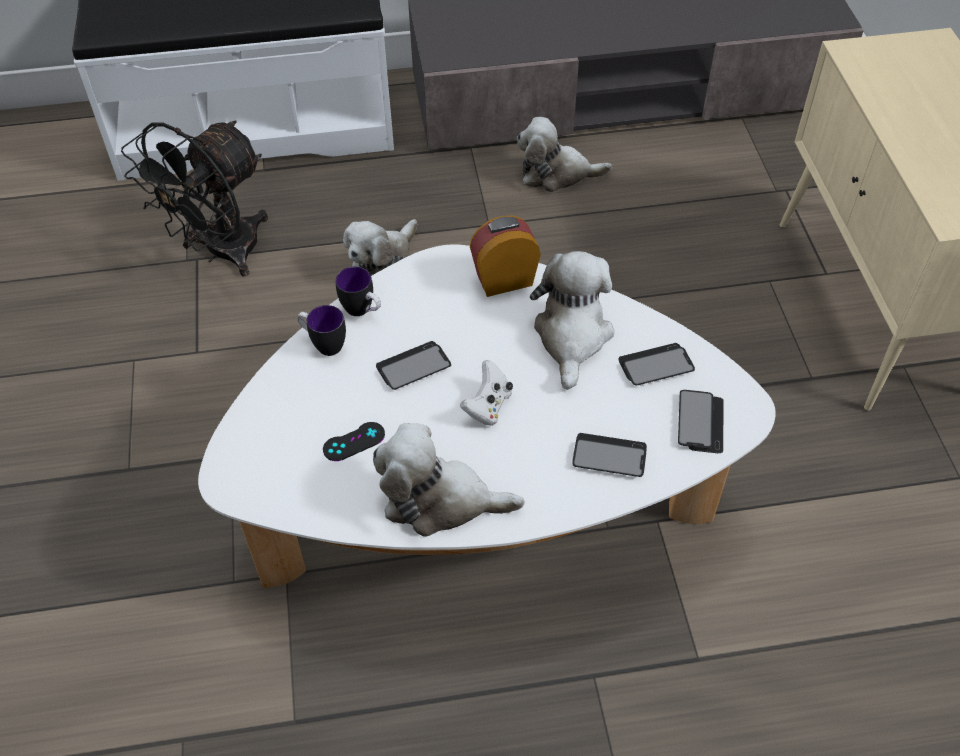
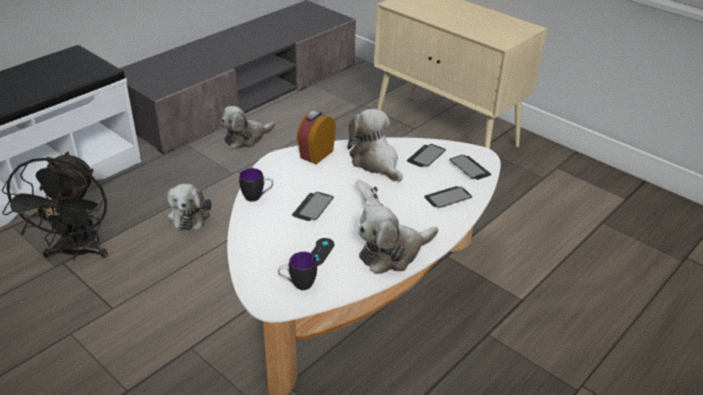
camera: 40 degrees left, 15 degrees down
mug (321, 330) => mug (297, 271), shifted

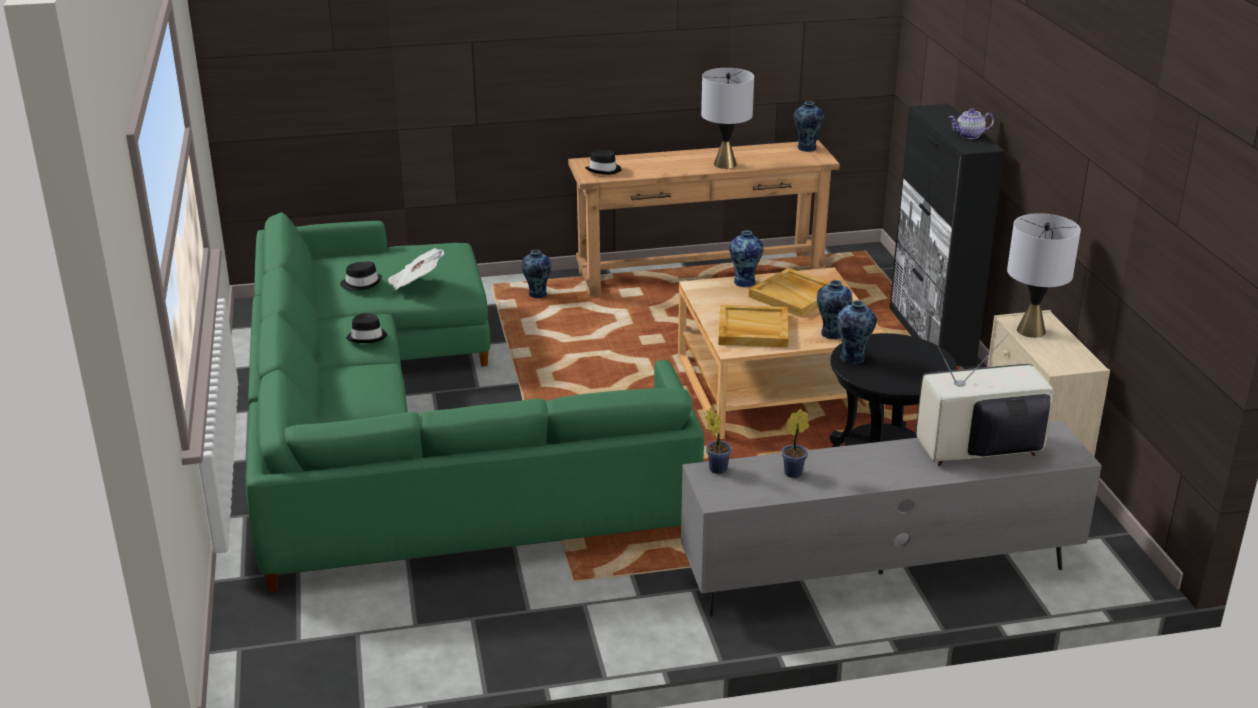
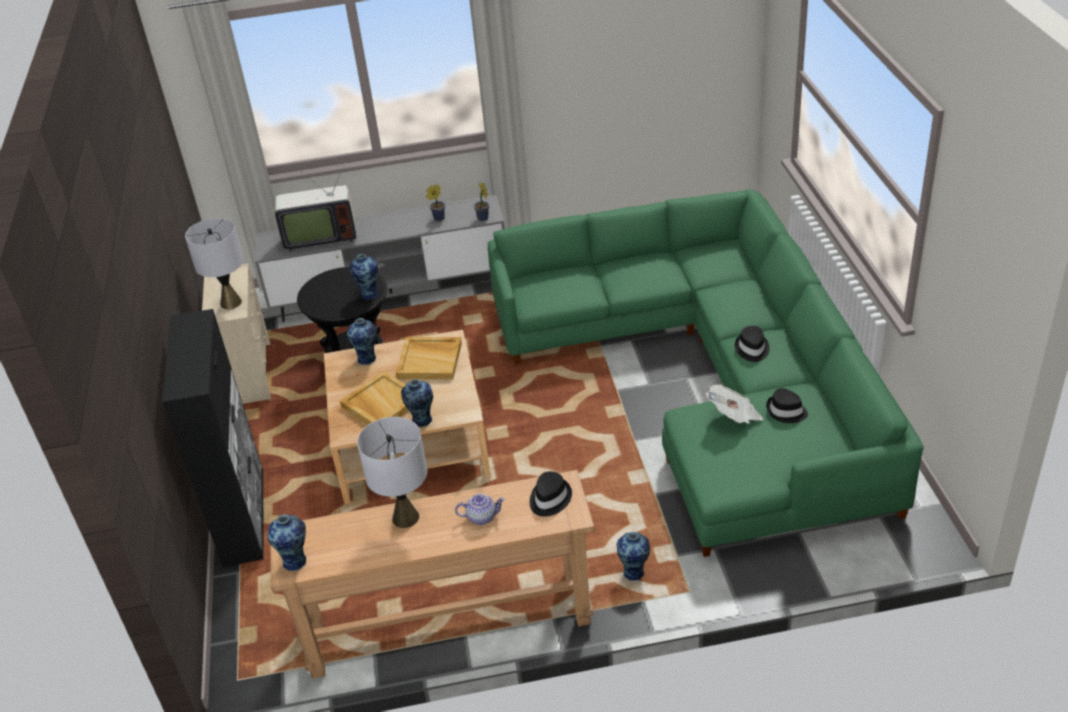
camera: 175 degrees left, 10 degrees up
teapot (971, 123) => teapot (480, 509), shifted

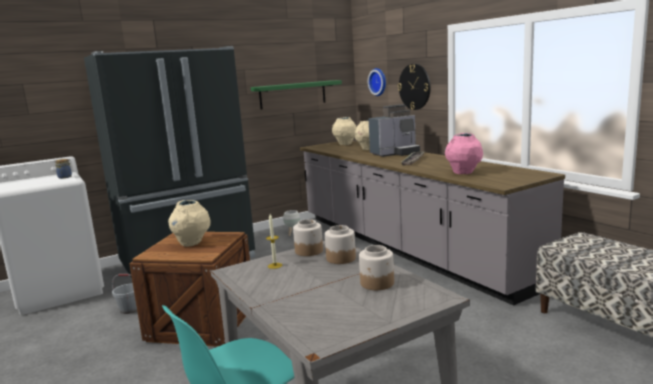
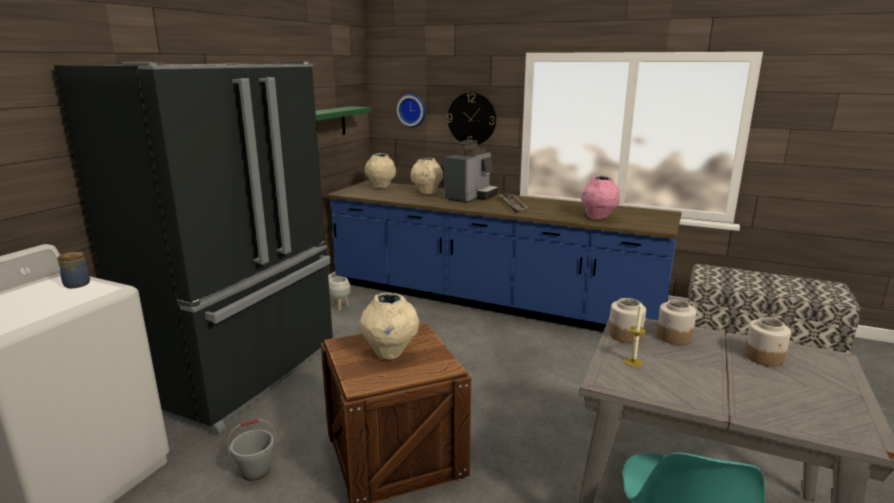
camera: 35 degrees left, 5 degrees up
counter (grey) (432, 223) => counter (blue) (504, 256)

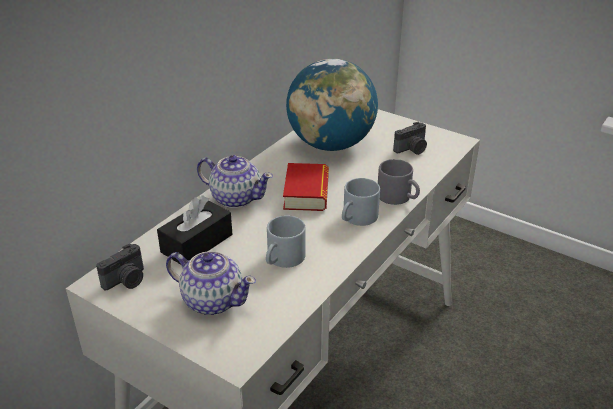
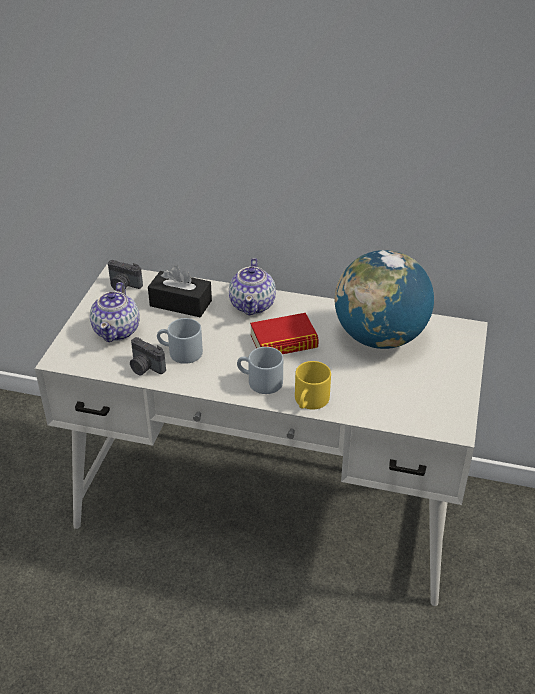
camera: 70 degrees right, 5 degrees up
photo camera (410, 138) => photo camera (148, 356), shifted
mug (grey) (399, 182) => mug (yellow) (313, 385)

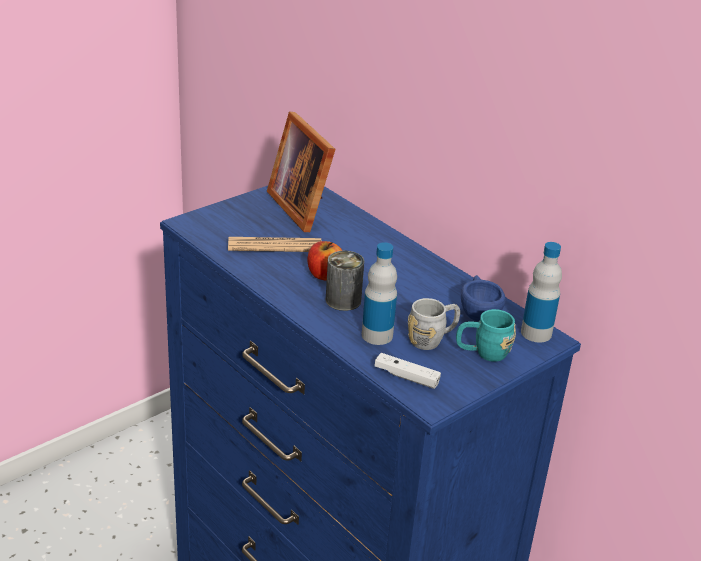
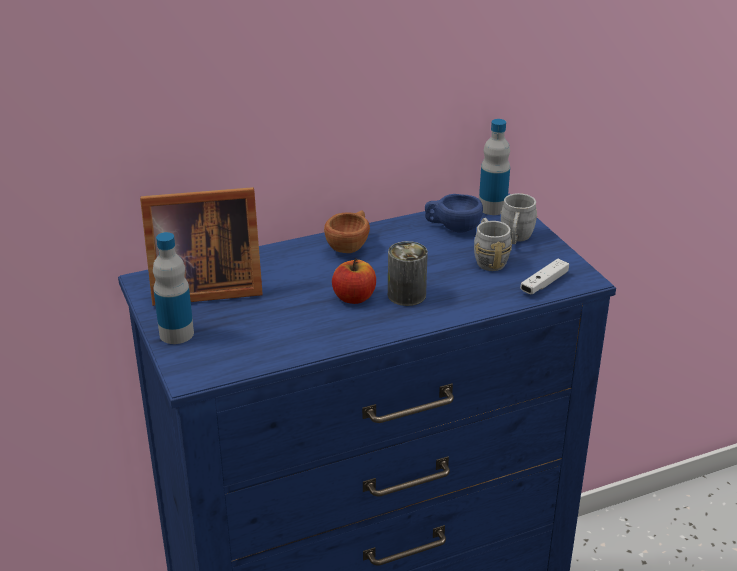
camera: 70 degrees left, 0 degrees up
newspaper (274, 244) => nothing
nothing => cup (brown) (347, 231)
bottle (379, 293) => bottle (173, 288), shifted
mug (turquoise) (486, 335) => mug (grey) (519, 218)

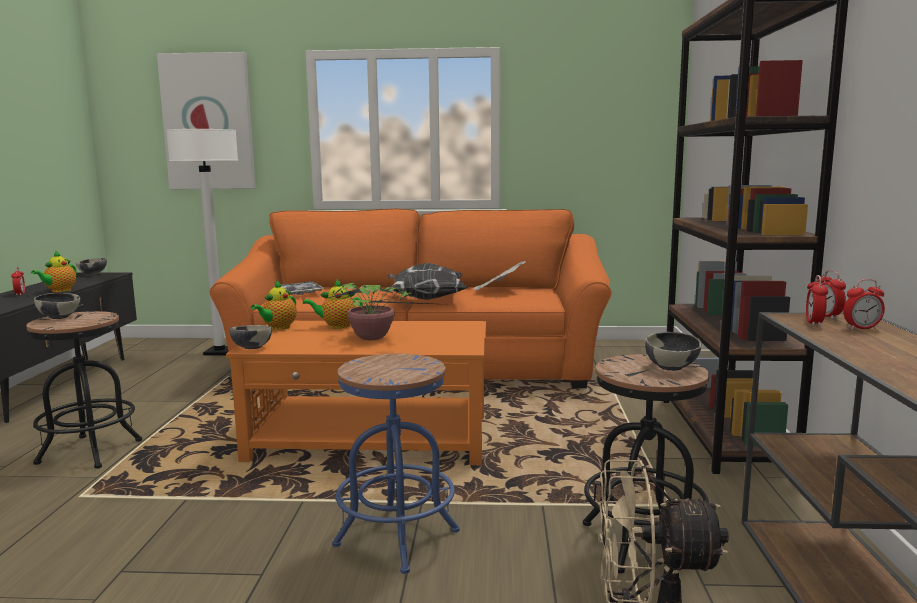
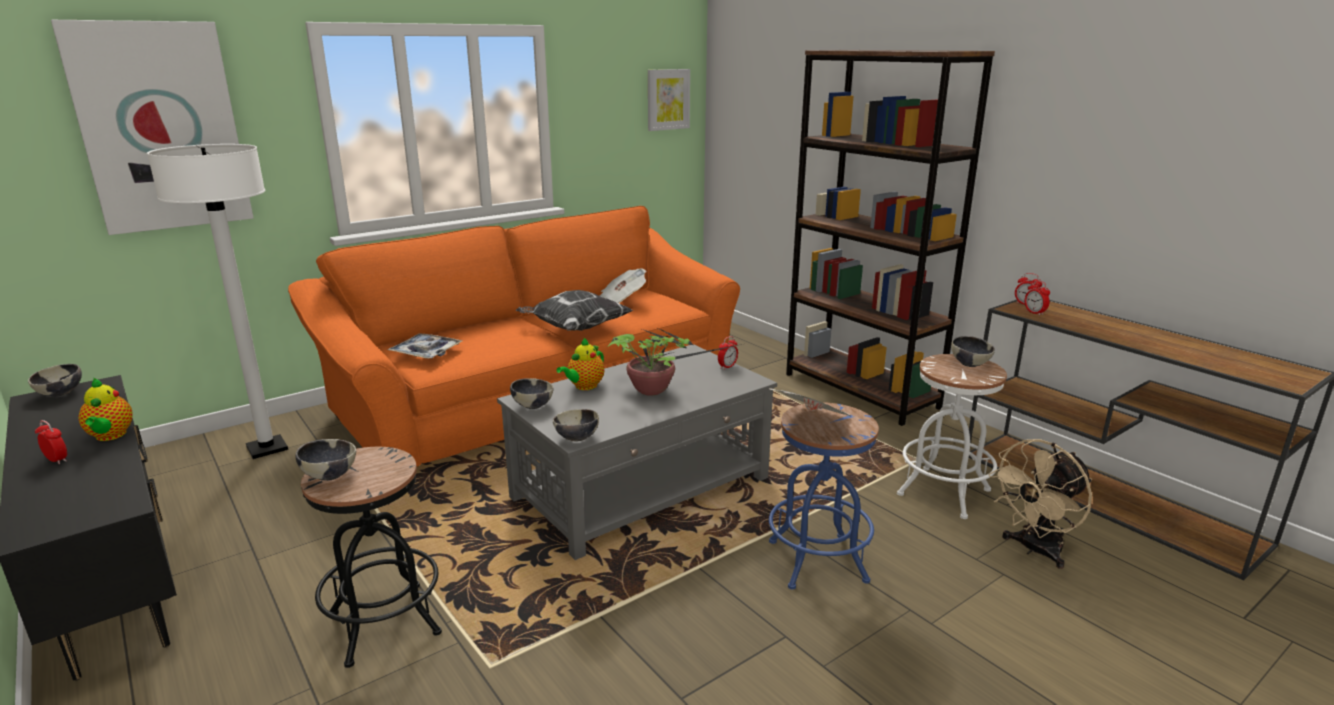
camera: 40 degrees left, 10 degrees up
nothing => picture (669, 100)
nothing => newspaper (810, 402)
alarm clock (864, 304) => alarm clock (728, 352), shifted
teapot (274, 305) => bowl (532, 393)
coffee table (orange) (356, 393) => coffee table (grey) (637, 452)
stool (black) (646, 464) => stool (white) (952, 436)

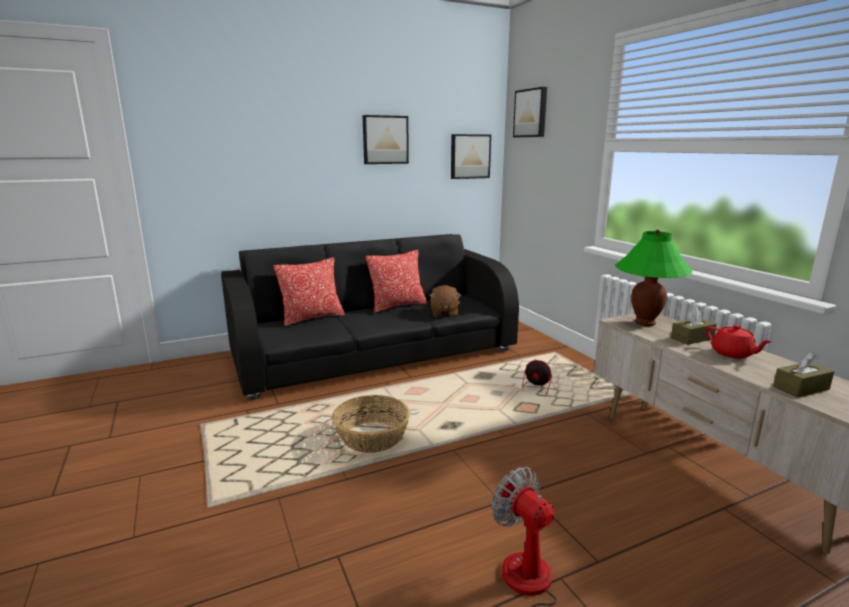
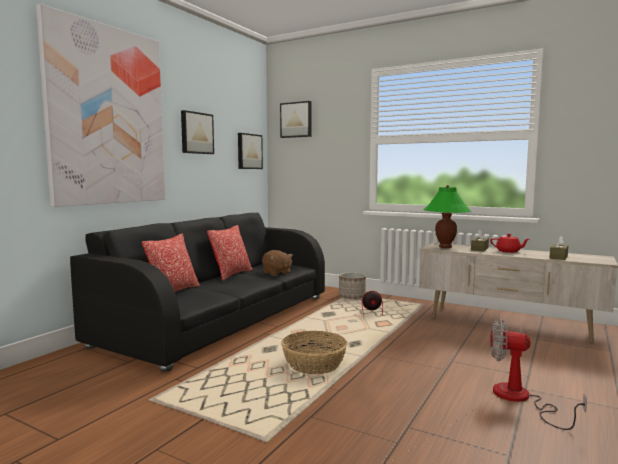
camera: 35 degrees left, 10 degrees down
nothing => picture (100, 105)
nothing => planter (352, 285)

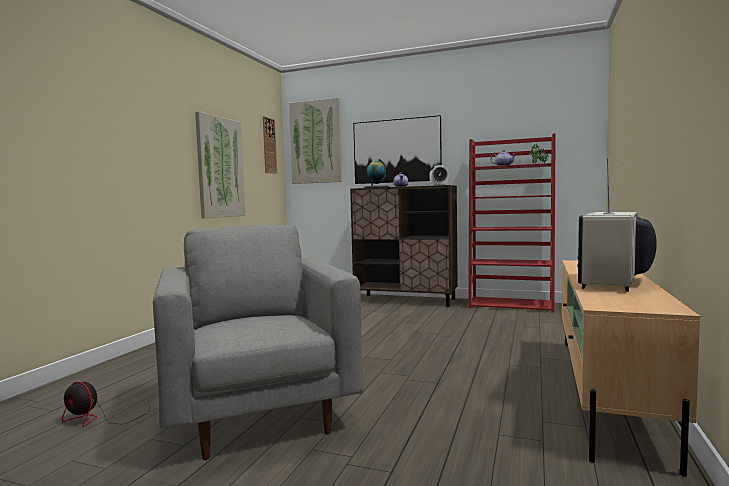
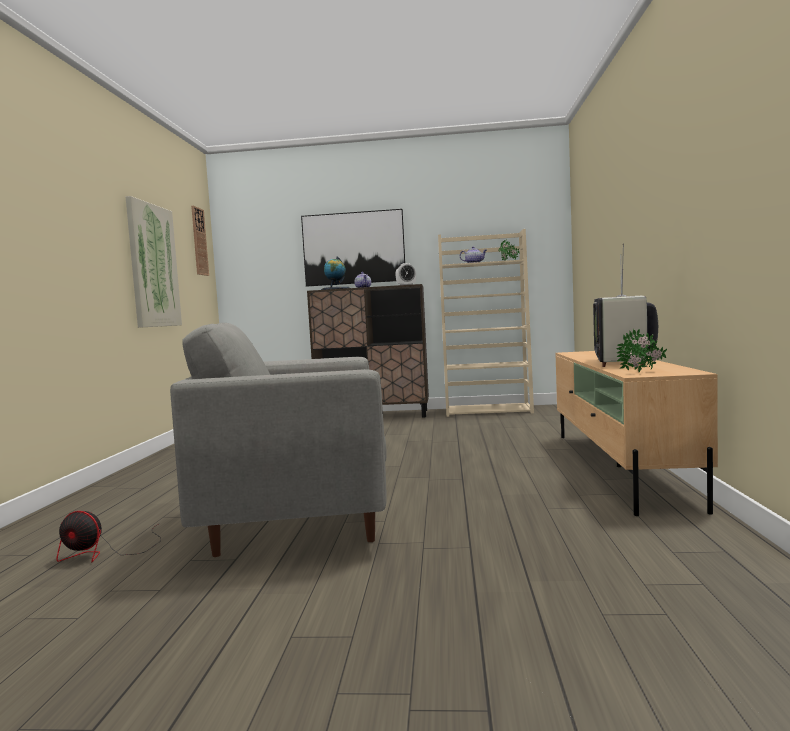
camera: 15 degrees left, 0 degrees up
picture (315, 141) => nothing
nothing => potted plant (641, 350)
bookcase (red) (512, 223) => bookcase (beige) (486, 323)
armchair (grey) (258, 342) => armchair (grey) (278, 440), 60 degrees counterclockwise

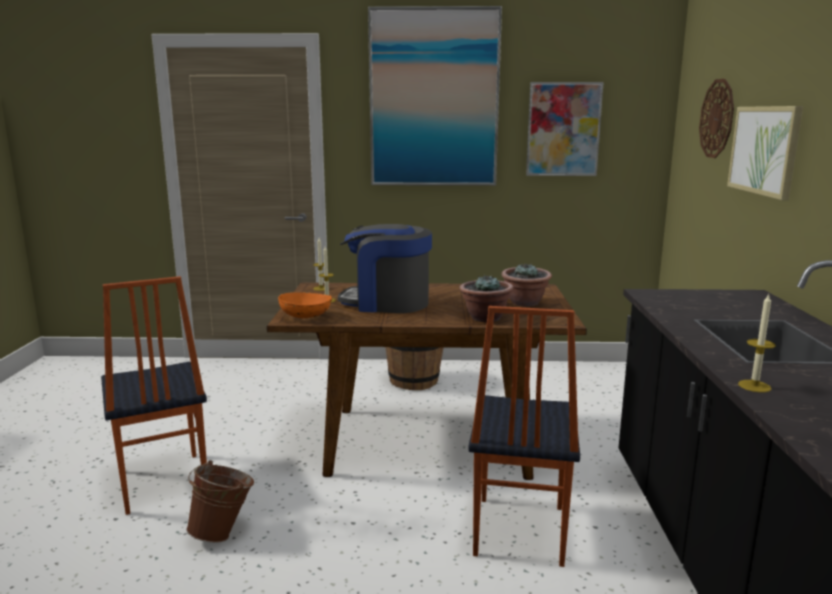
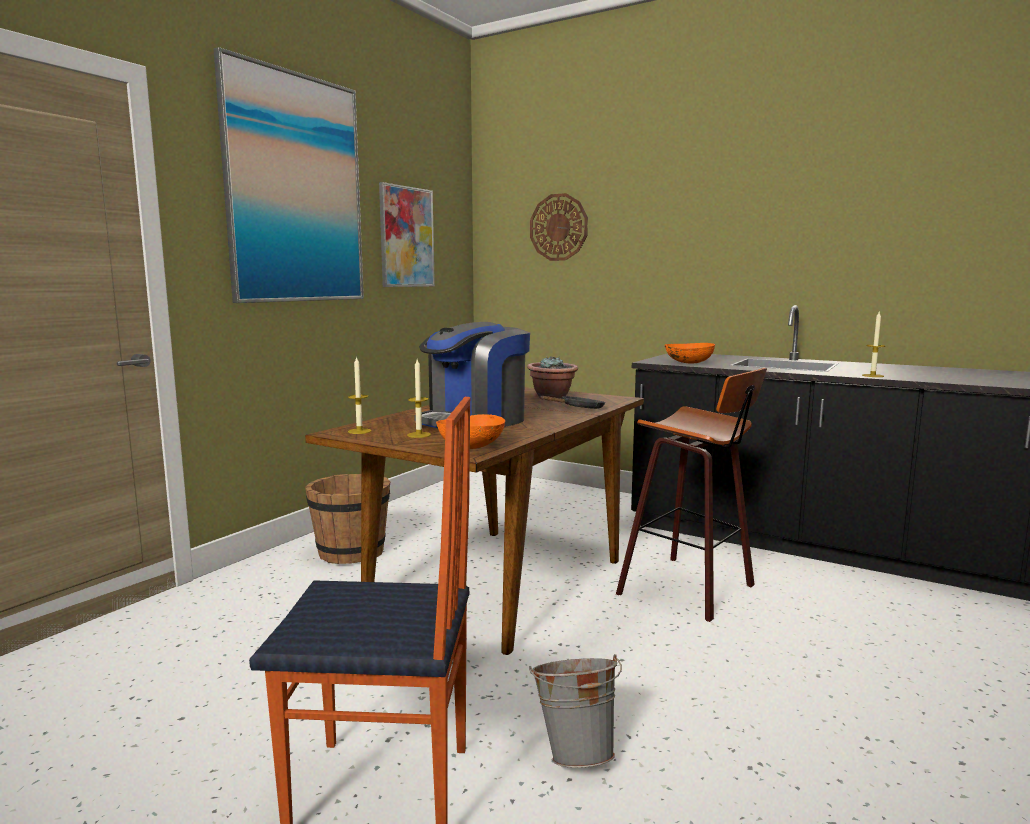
camera: 60 degrees left, 5 degrees down
picture (765, 153) => nothing
nothing => bowl (orange) (690, 353)
potted plant (486, 298) => frying pan (black) (572, 402)
chair (524, 436) => stool (691, 495)
bucket (brown) (220, 501) => bucket (grey) (575, 711)

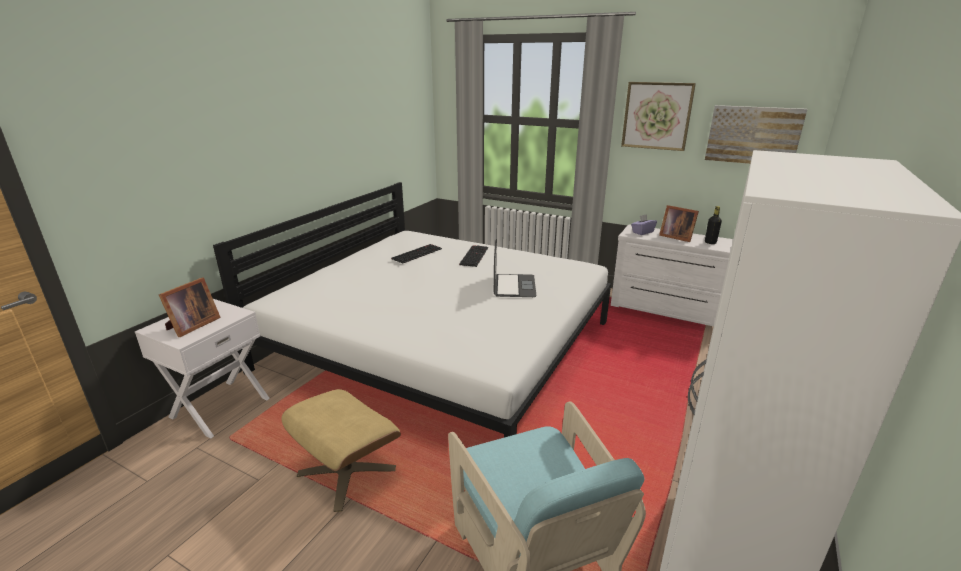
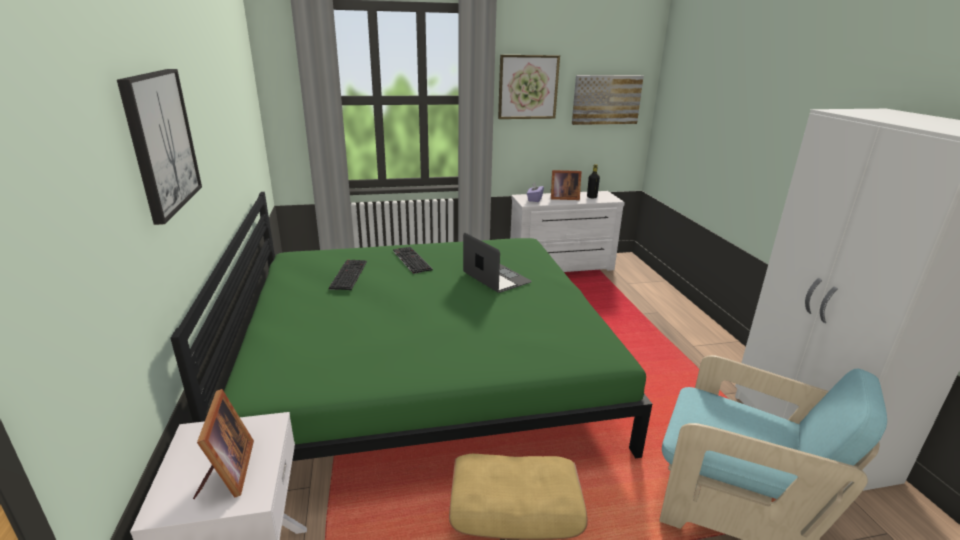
camera: 40 degrees left, 0 degrees up
nothing => picture (159, 147)
bed (white) (412, 310) => bed (green) (411, 326)

